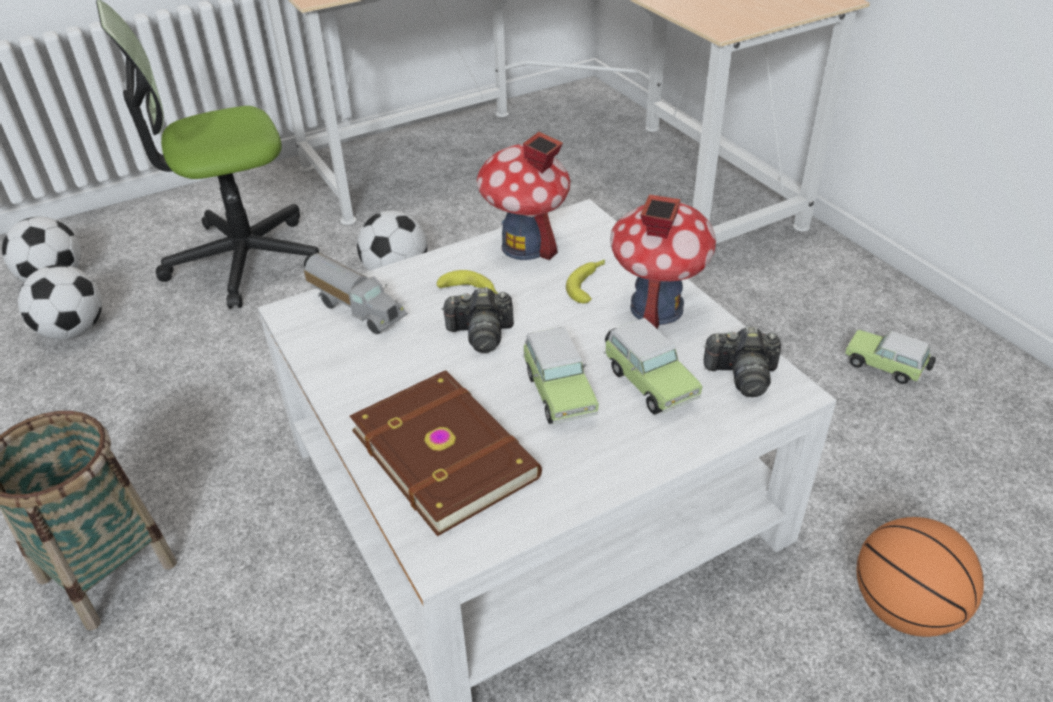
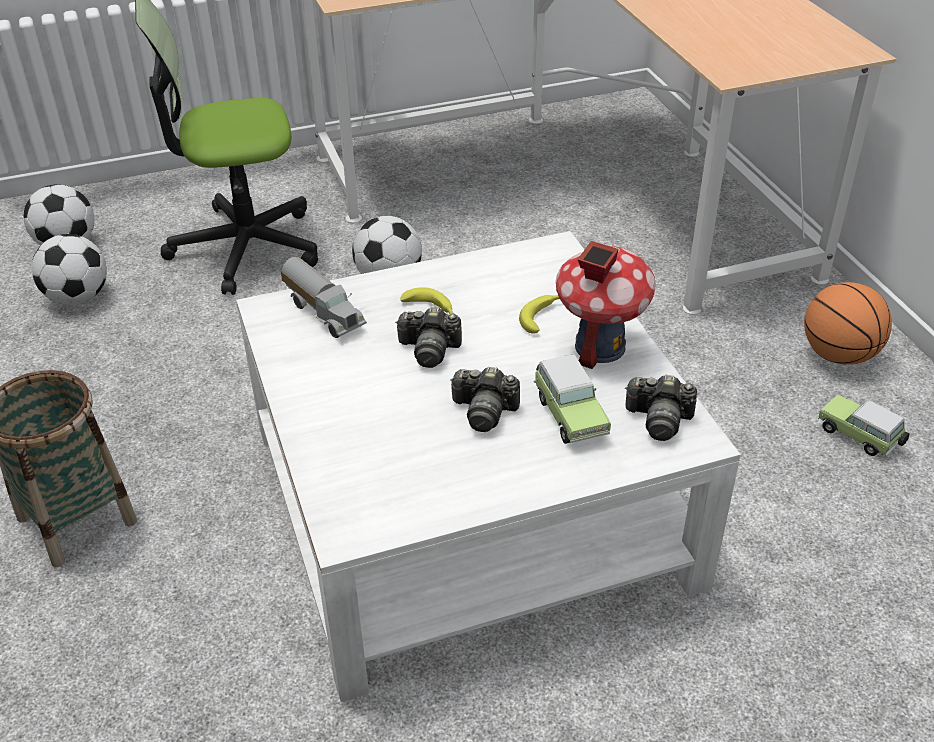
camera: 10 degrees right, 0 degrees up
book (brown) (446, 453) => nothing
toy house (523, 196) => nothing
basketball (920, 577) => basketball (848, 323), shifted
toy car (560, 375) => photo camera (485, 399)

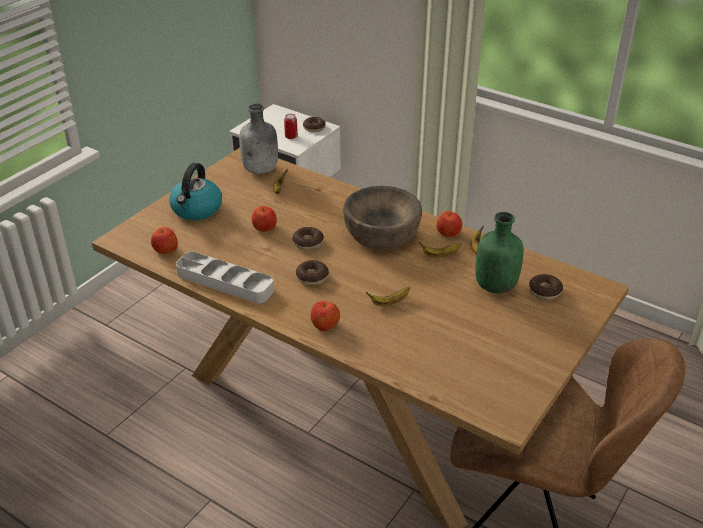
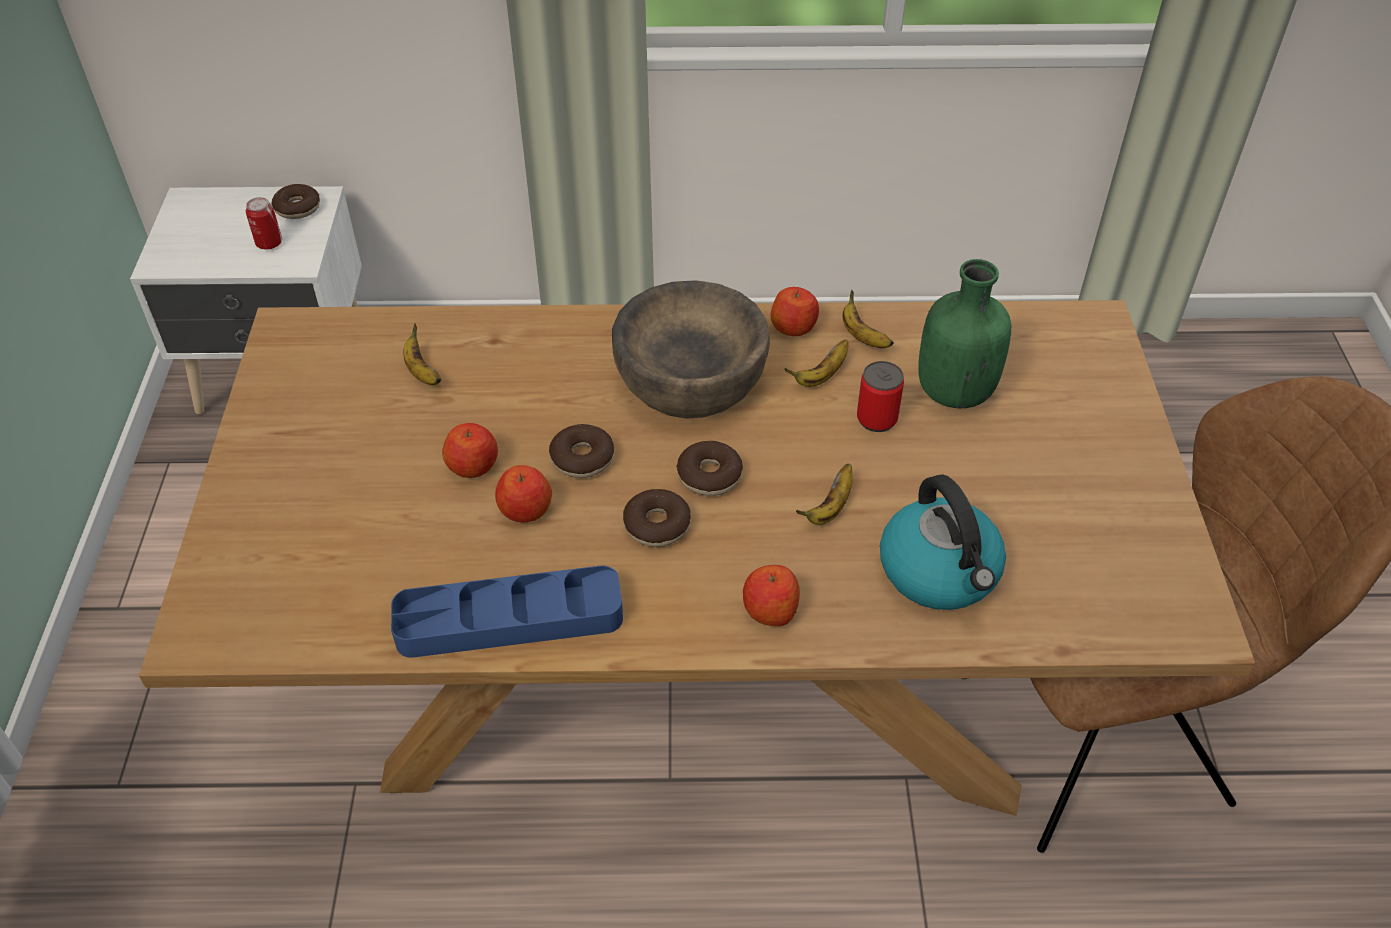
camera: 35 degrees left, 10 degrees up
bottle (grey) (258, 138) => nothing
nothing => can (880, 396)
apple (164, 240) => apple (523, 493), shifted
kettle (195, 191) => kettle (943, 542), shifted
donut (546, 287) => donut (709, 468), shifted
tray (grey) (225, 278) => tray (blue) (507, 612)

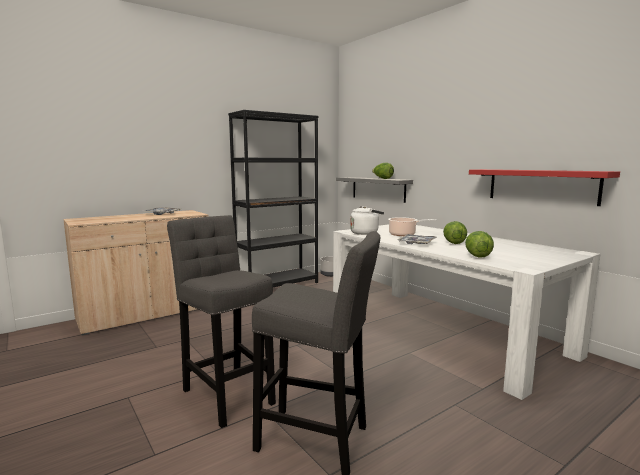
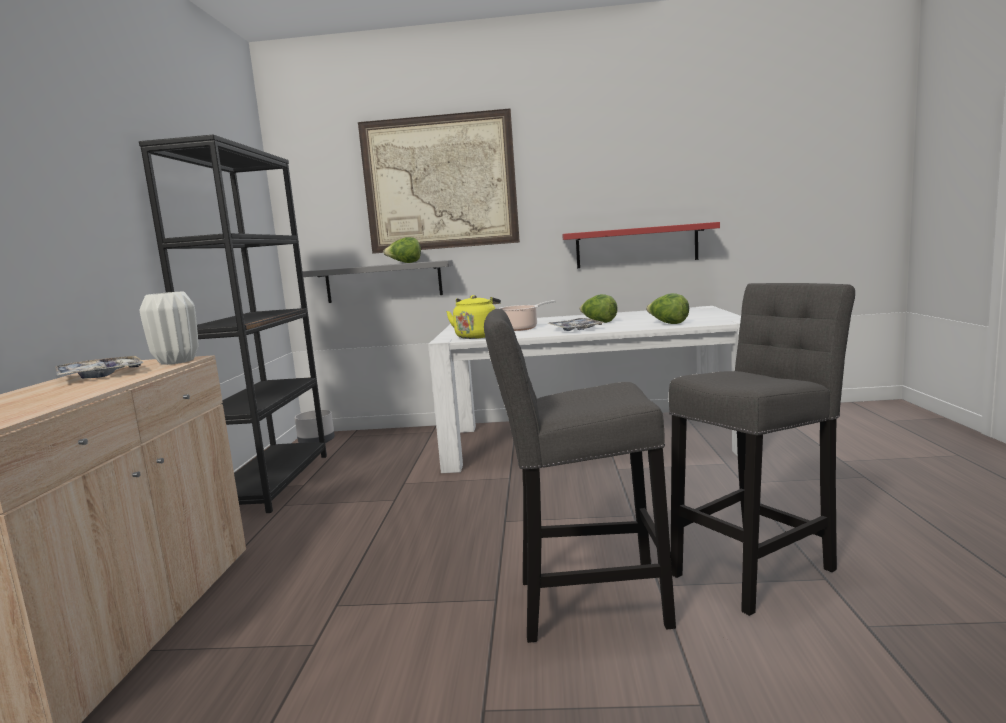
camera: 50 degrees left, 0 degrees up
nothing => vase (white) (168, 328)
nothing => picture (439, 181)
kettle (white) (367, 220) => kettle (yellow) (473, 317)

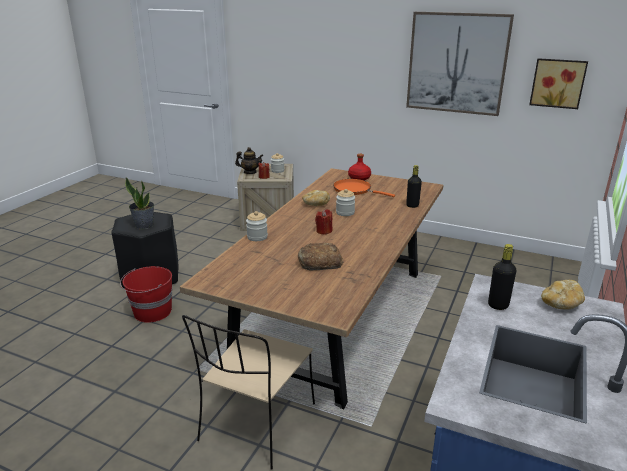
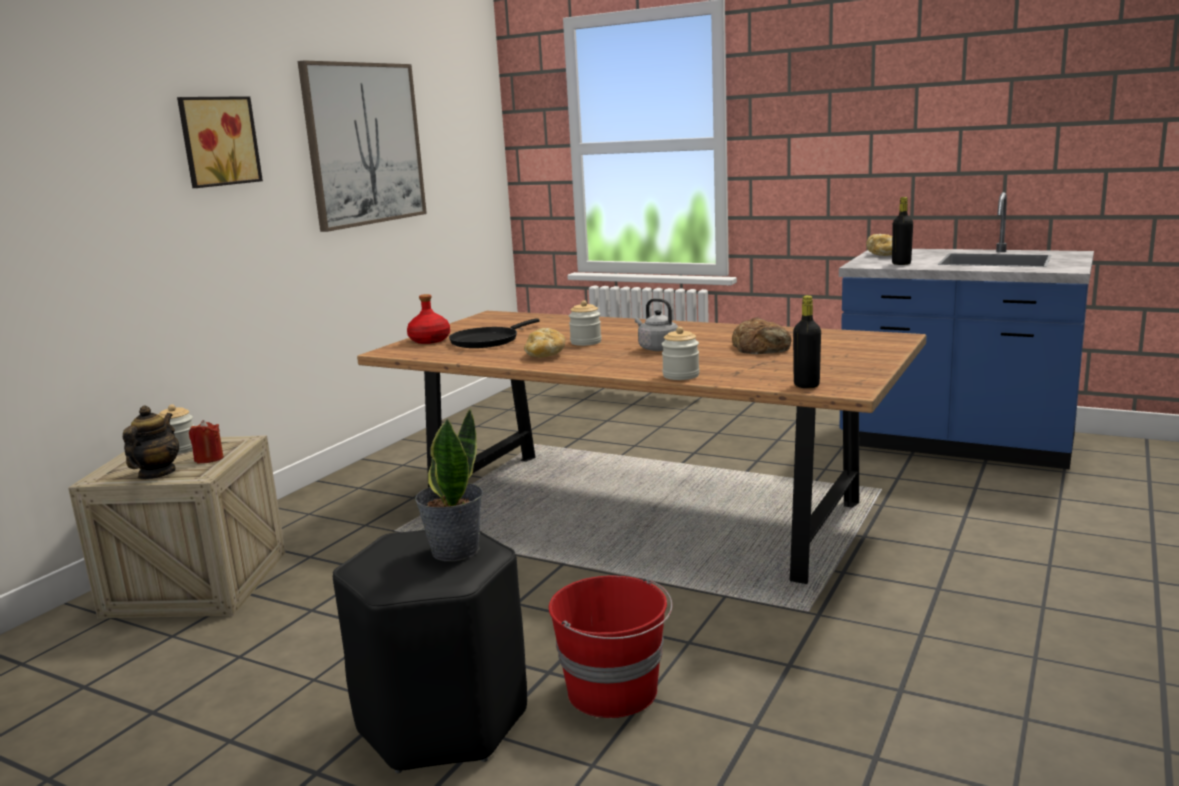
camera: 85 degrees left, 10 degrees down
chair (beige) (248, 392) => nothing
bottle (black) (414, 186) => bottle (black) (807, 341), shifted
picture (558, 83) => picture (220, 142), shifted
candle (red) (324, 222) => kettle (grey) (656, 324)
frying pan (orange) (364, 188) => frying pan (black) (494, 333)

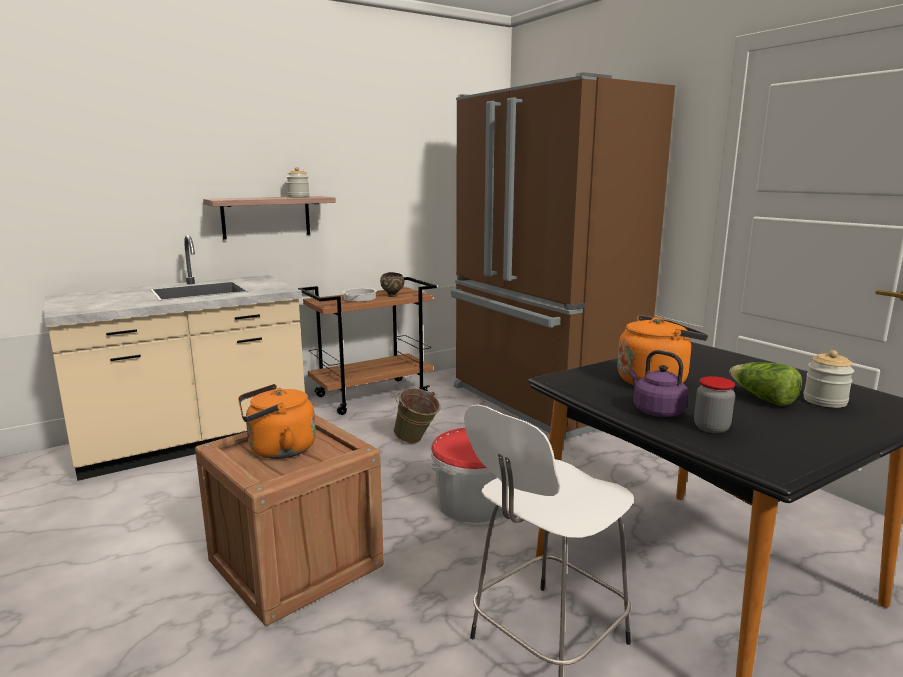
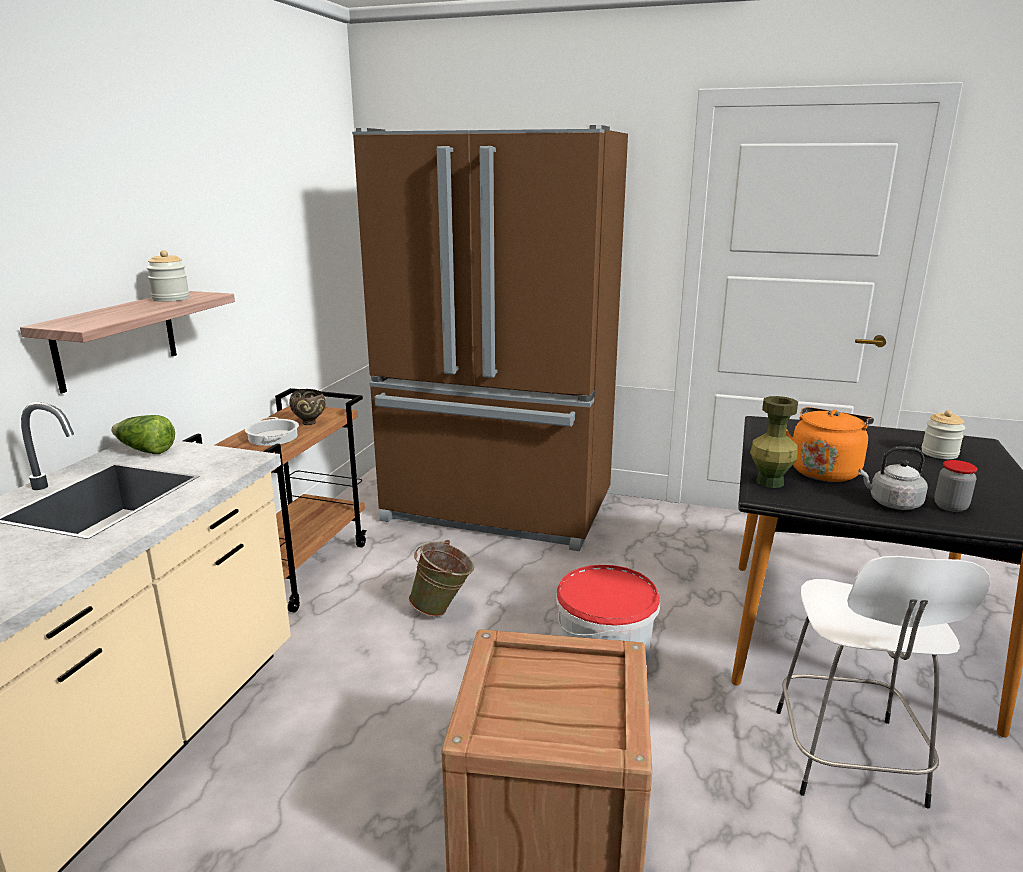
camera: 40 degrees left, 5 degrees up
kettle (orange) (277, 421) => nothing
nothing => vase (green) (774, 442)
lettuce (765, 384) => lettuce (143, 434), shifted
kettle (purple) (658, 383) => kettle (grey) (893, 478)

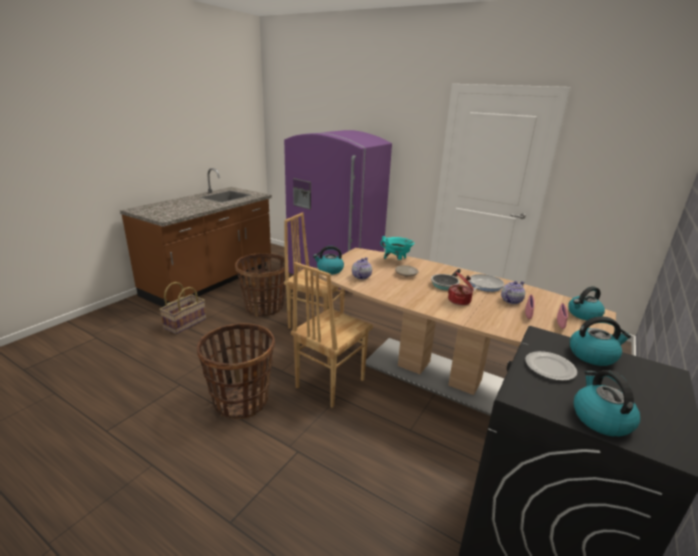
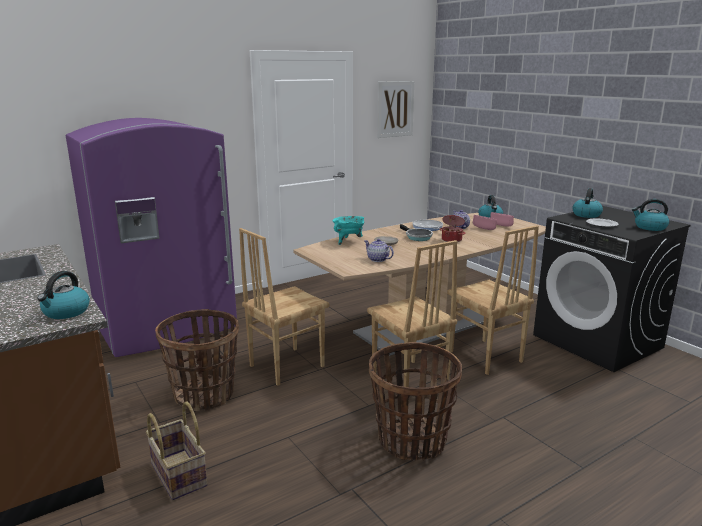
camera: 65 degrees left, 5 degrees down
nothing => picture (395, 109)
nothing => chair (brown) (493, 300)
kettle (328, 260) => kettle (63, 295), shifted

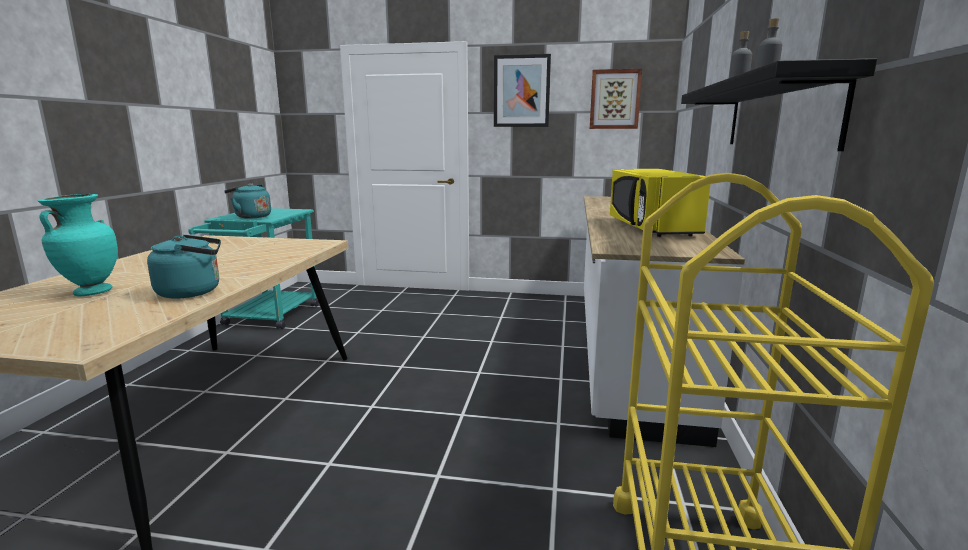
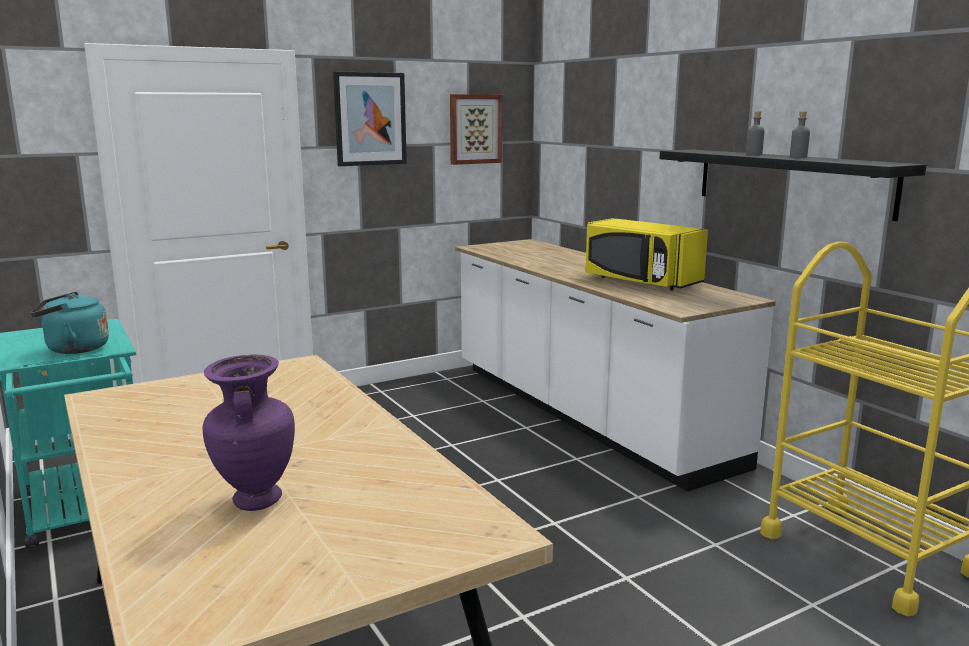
camera: 40 degrees left, 0 degrees up
kettle (turquoise) (184, 266) => nothing
vase (turquoise) (78, 245) => vase (purple) (249, 432)

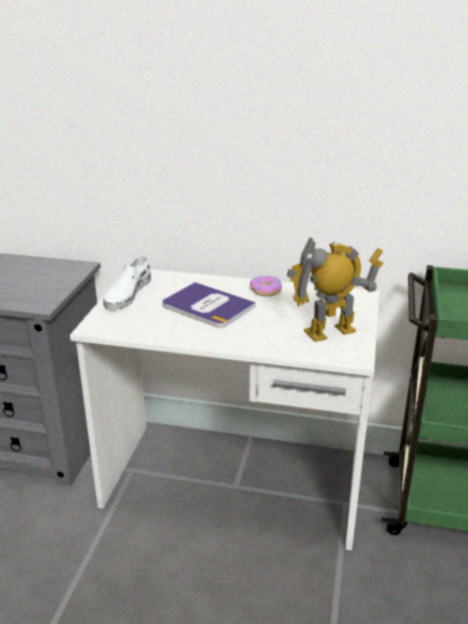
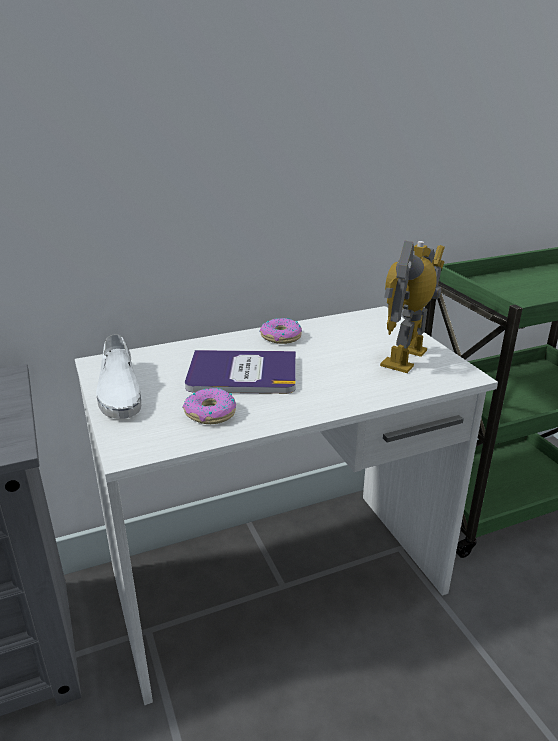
camera: 35 degrees left, 0 degrees up
nothing => donut (209, 406)

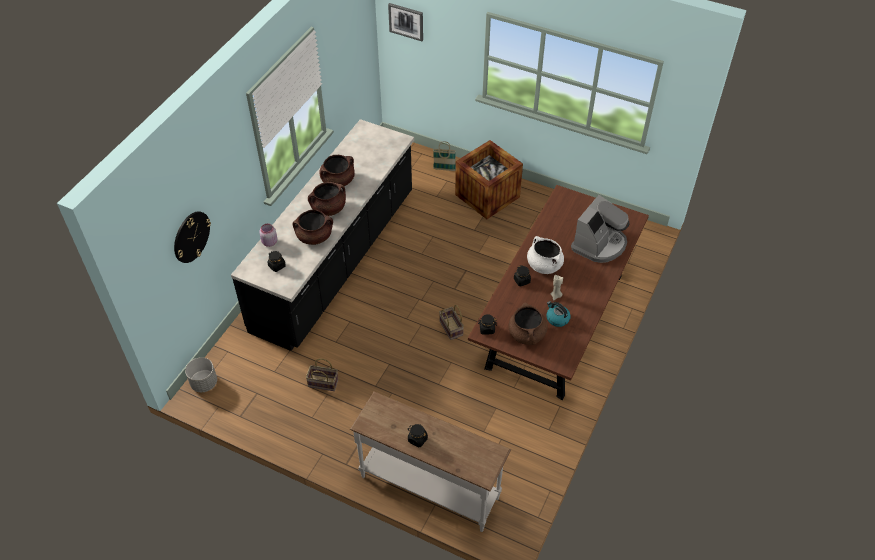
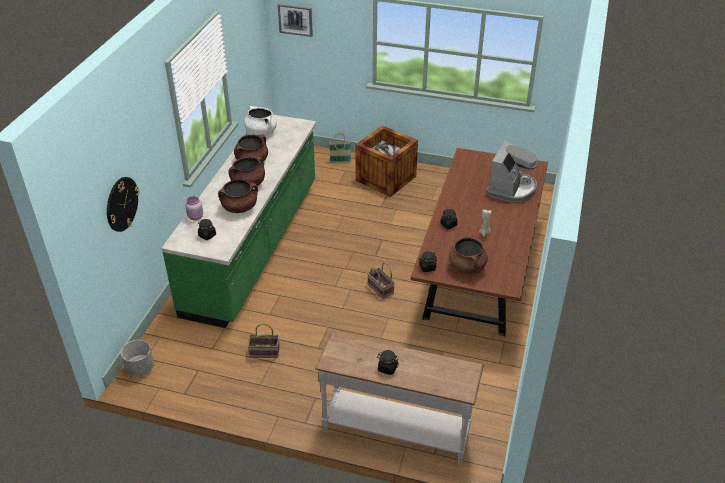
camera: 10 degrees left, 10 degrees down
kettle (558, 314) => nothing
cooking pot (white) (545, 255) => cooking pot (white) (260, 121), shifted
counter (black) (322, 235) => counter (green) (238, 221)

